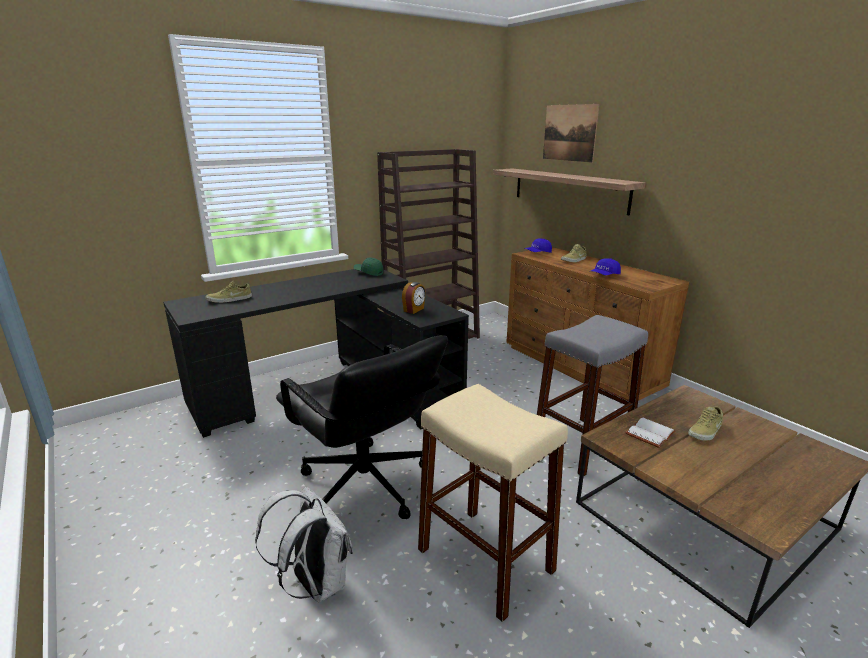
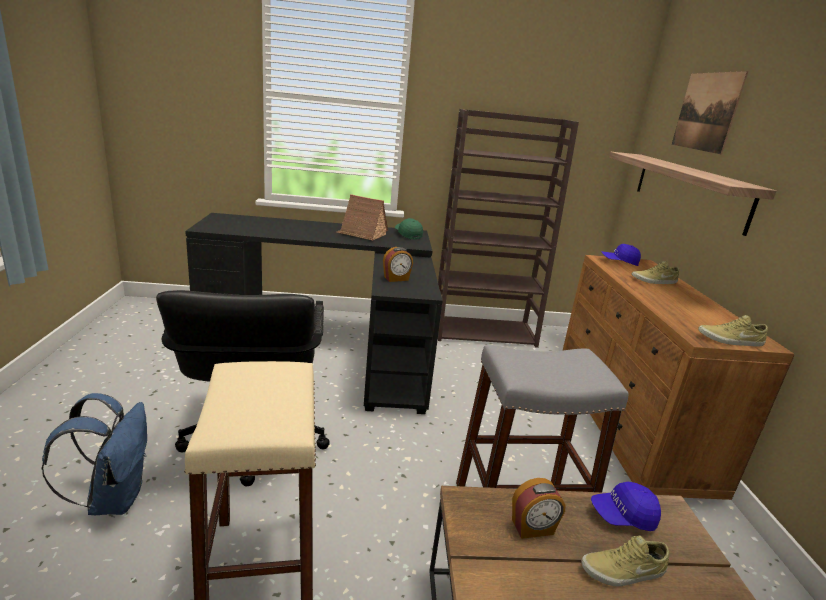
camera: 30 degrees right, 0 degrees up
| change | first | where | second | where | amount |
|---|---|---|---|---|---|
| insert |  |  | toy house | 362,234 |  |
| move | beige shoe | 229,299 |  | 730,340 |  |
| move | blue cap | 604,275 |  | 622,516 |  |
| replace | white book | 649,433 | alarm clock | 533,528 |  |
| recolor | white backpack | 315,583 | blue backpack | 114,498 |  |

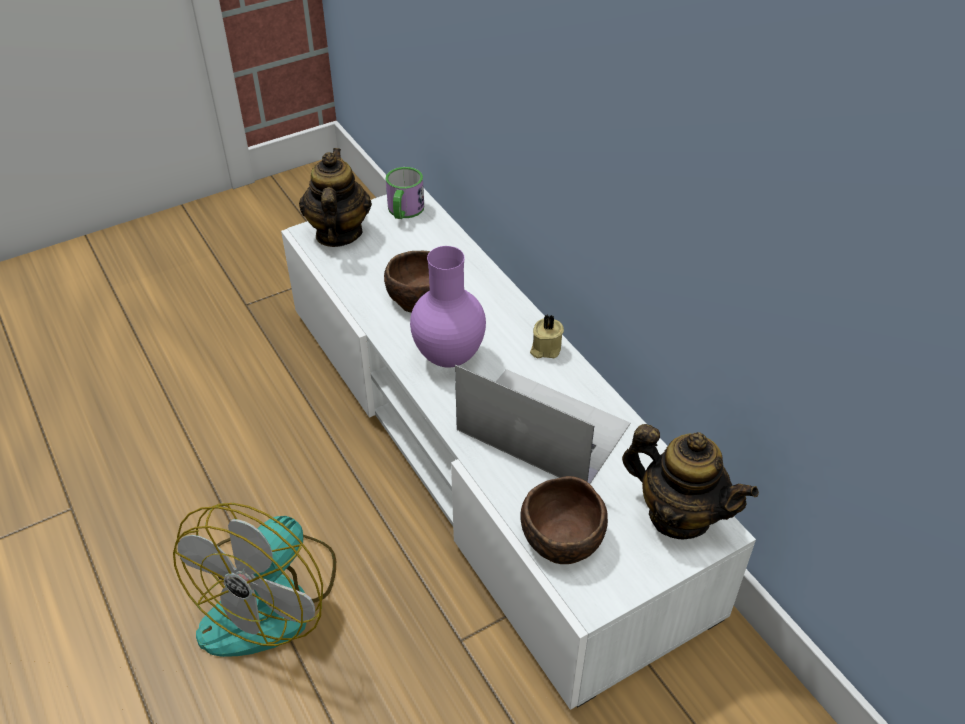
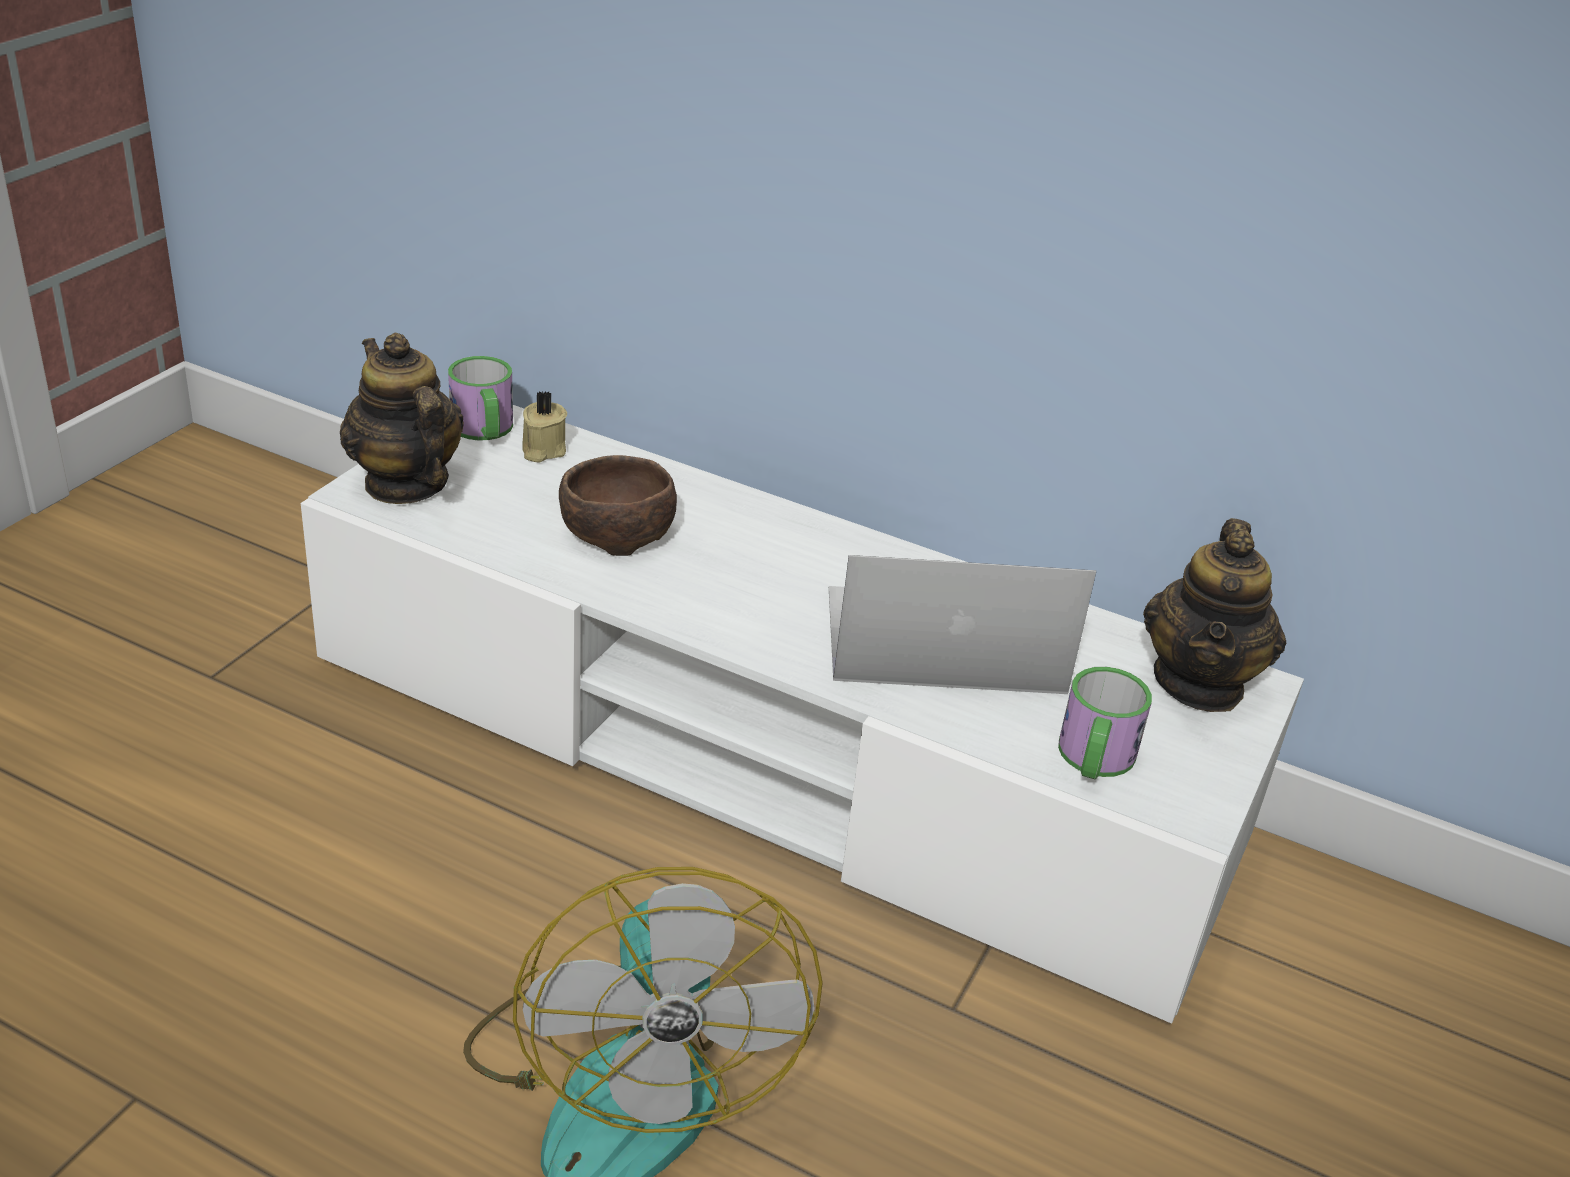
camera: 35 degrees left, 10 degrees down
| change | first | where | second | where | amount |
|---|---|---|---|---|---|
| delete | purple vase | 451,357 |  |  |  |
| move | beige candle | 545,348 |  | 542,450 |  |
| replace | brown bowl | 562,538 | mug | 1094,760 |  |
| rotate | teapot | 678,515 |  | 1199,683 | 105 degrees clockwise |

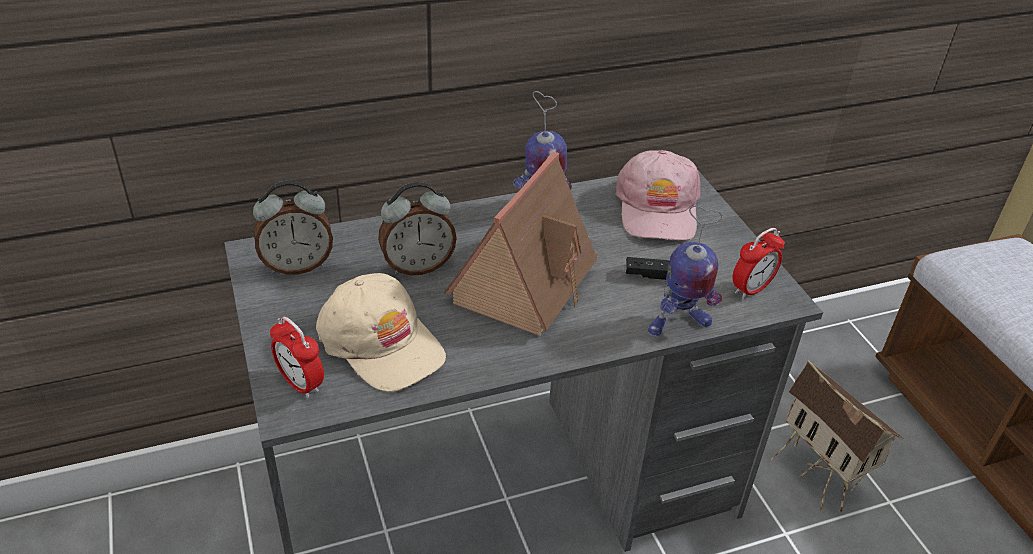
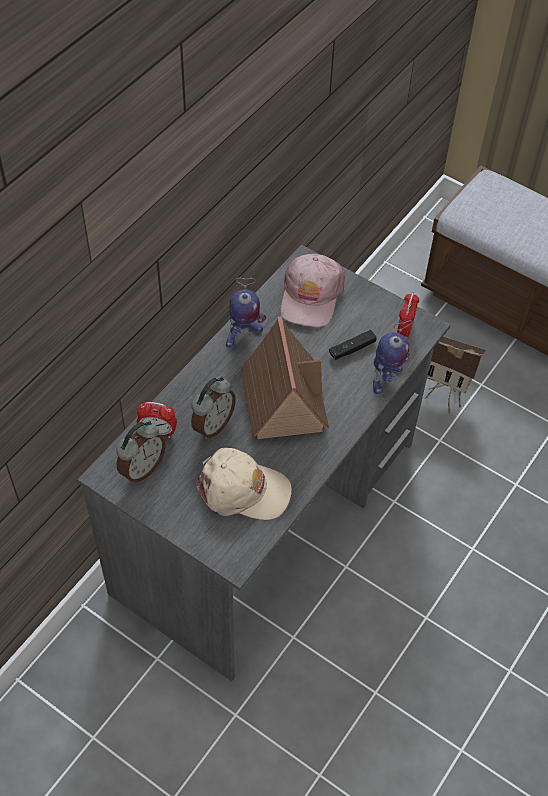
camera: 35 degrees left, 15 degrees up
| change | first | where | second | where | amount |
|---|---|---|---|---|---|
| move | alarm clock | 301,384 |  | 158,432 |  |
| rotate | pink cap | 658,208 |  | 311,296 | 45 degrees clockwise |

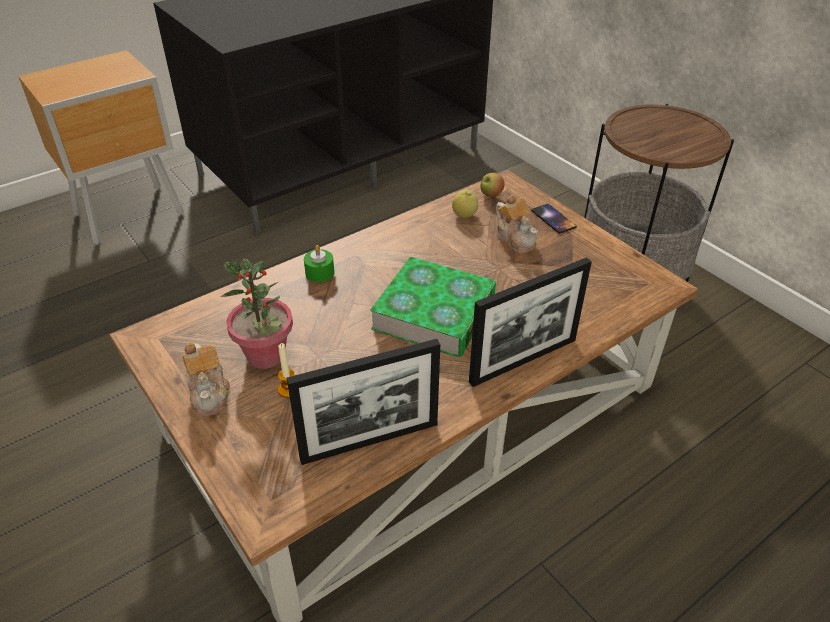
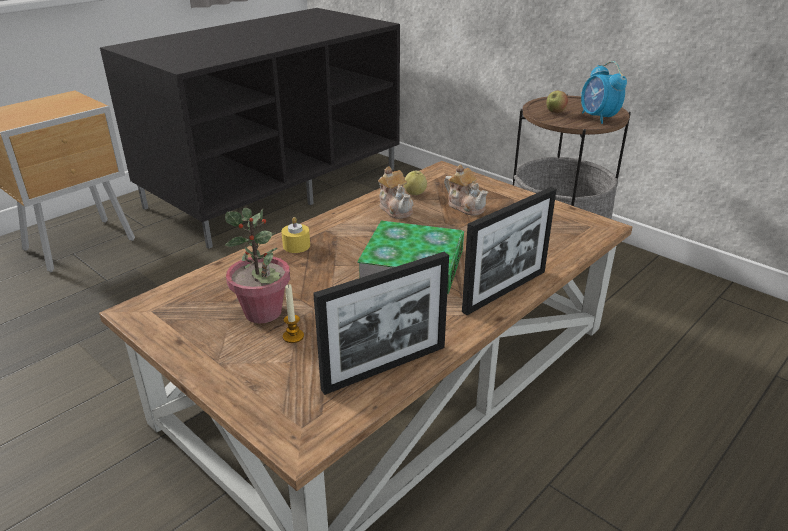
camera: 10 degrees left, 10 degrees down
| change | first | where | second | where | amount |
|---|---|---|---|---|---|
| delete | phone | 553,219 |  |  |  |
| insert |  |  | alarm clock | 598,118 |  |
| move | teapot | 209,393 |  | 396,209 |  |
| move | apple | 491,195 |  | 555,112 |  |
| recolor | green candle | 320,273 | yellow candle | 296,246 |  |

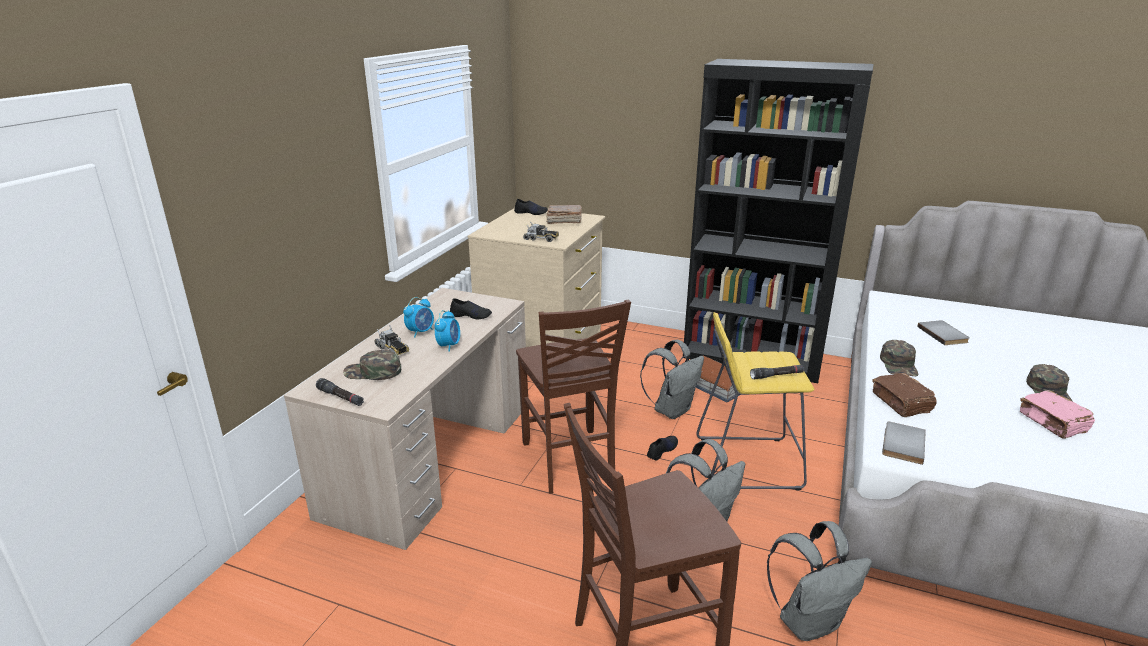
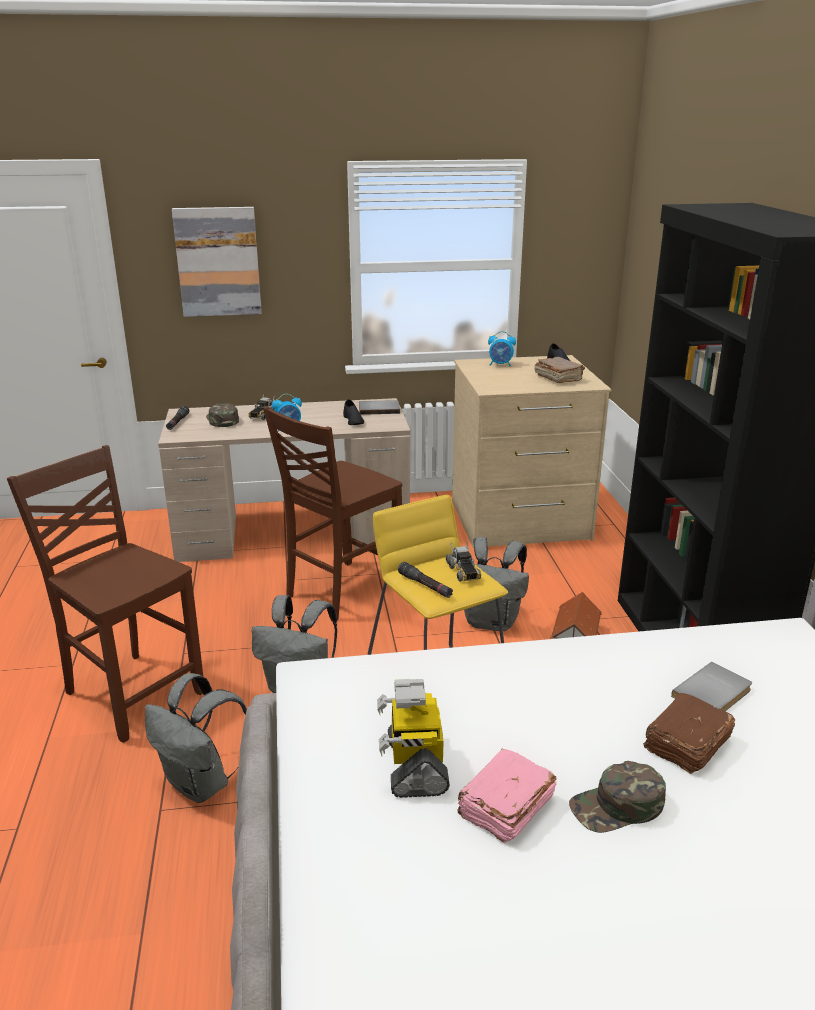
camera: 60 degrees right, 0 degrees up
| change | first | where | second | where | amount |
|---|---|---|---|---|---|
| delete | black shoe | 662,450 |  |  |  |
| delete | green cap | 899,365 |  |  |  |
| insert |  |  | picture | 218,262 |  |
| insert |  |  | toy robot | 414,765 |  |
| move | alarm clock | 421,332 |  | 500,365 |  |
| move | toy truck | 541,239 |  | 463,572 |  |
| move | brown book | 901,403 |  | 685,745 |  |
| move | grey book | 901,444 |  | 379,409 |  |

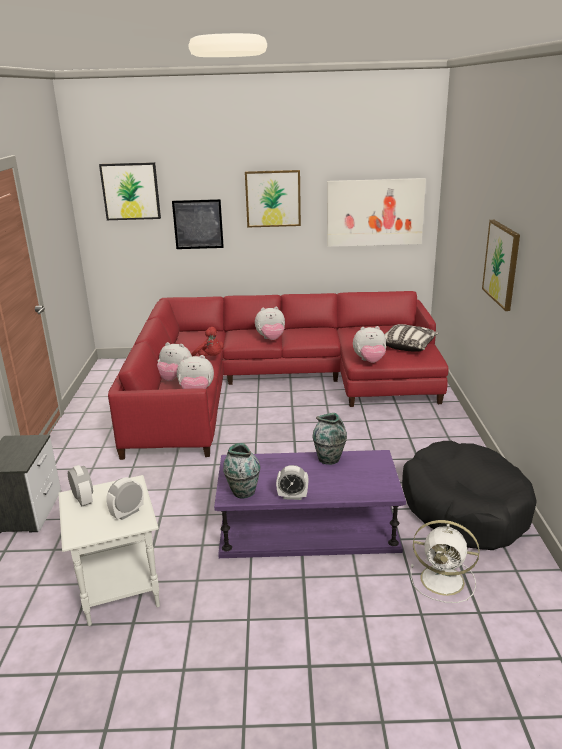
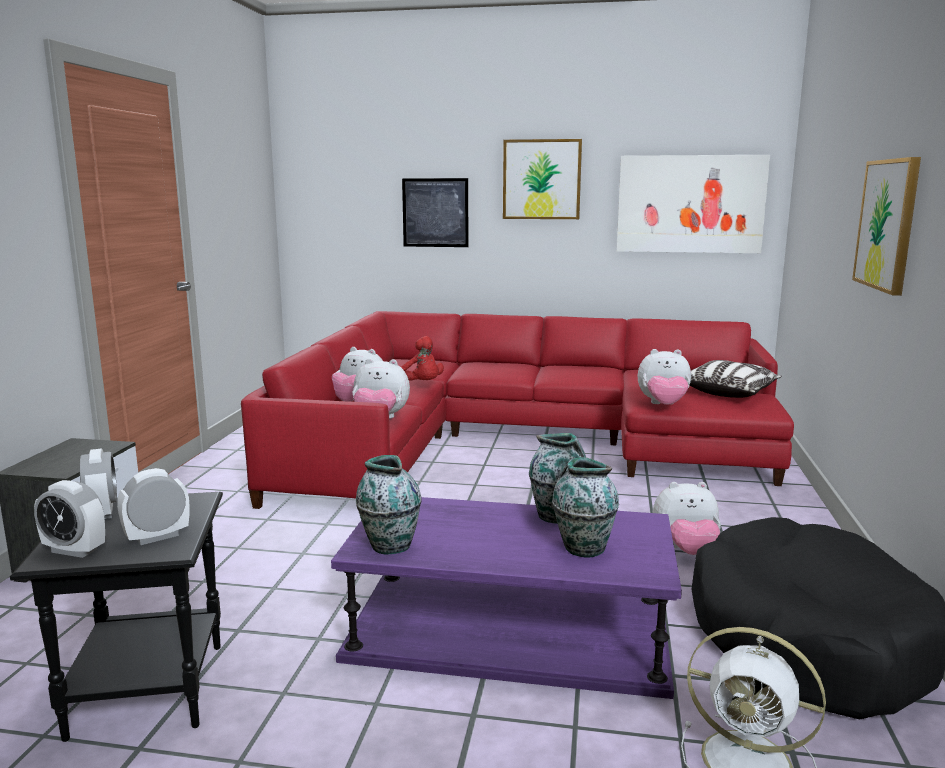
camera: 10 degrees right, 10 degrees down
| change | first | where | second | where | amount |
|---|---|---|---|---|---|
| delete | picture | 130,191 |  |  |  |
| insert |  |  | vase | 583,548 |  |
| move | plush toy | 271,339 |  | 685,550 |  |
| move | alarm clock | 292,496 |  | 74,550 |  |
| recolor | white side table | 119,589 | black side table | 149,688 |  |

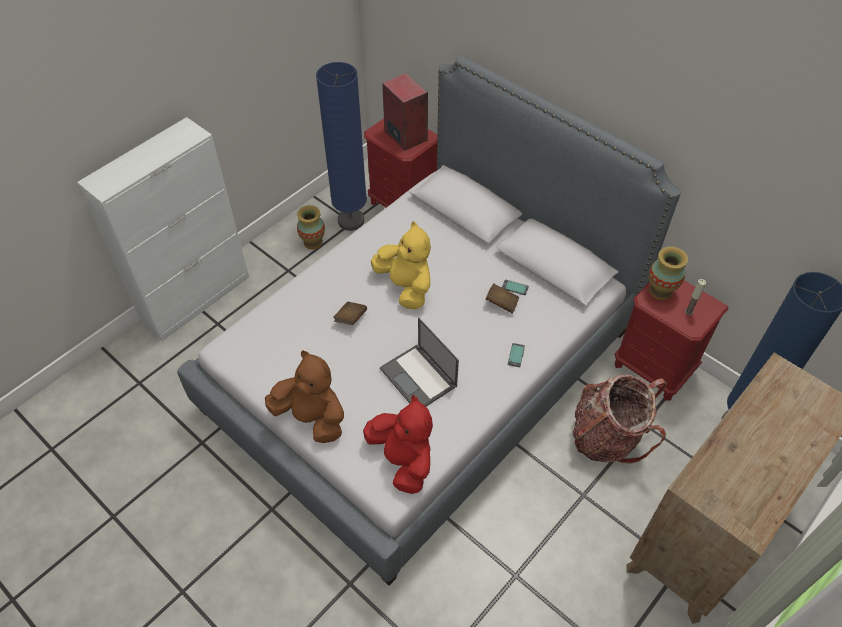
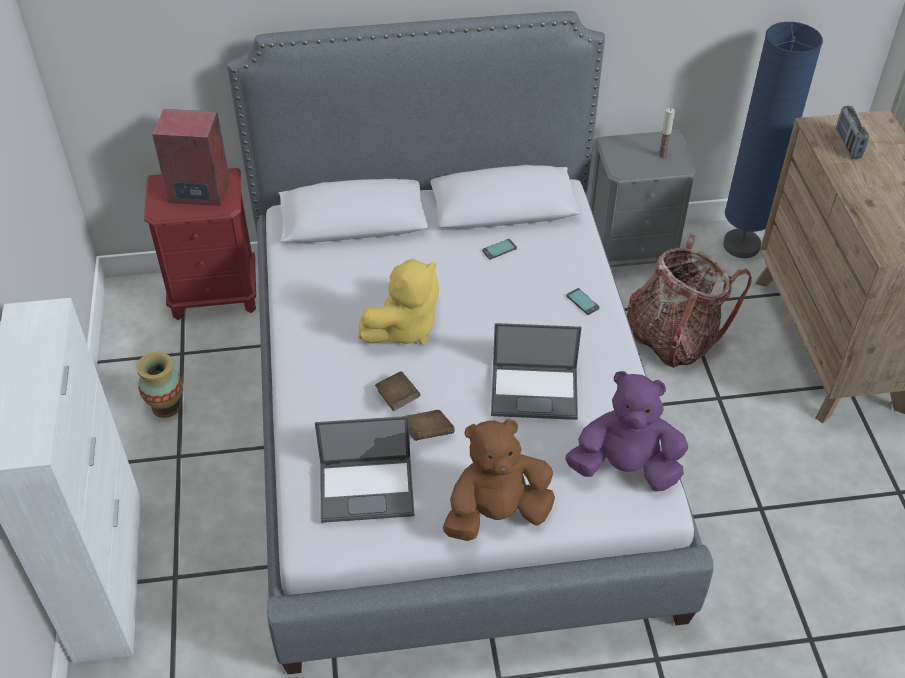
camera: 50 degrees left, 5 degrees down
| change | first | where | second | where | amount |
|---|---|---|---|---|---|
| delete | blue floor lamp | 351,221 |  |  |  |
| delete | vase | 660,291 |  |  |  |
| insert |  |  | laptop | 368,488 |  |
| insert |  |  | radio | 848,144 |  |
| move | brown book | 501,303 |  | 427,433 |  |
| recolor | red plush toy | 403,460 | purple plush toy | 625,468 |  |
| recolor | red nightstand | 653,368 | grey nightstand | 632,255 |  |
| rotate | yellow plush toy | 405,286 |  | 404,328 | 135 degrees clockwise |

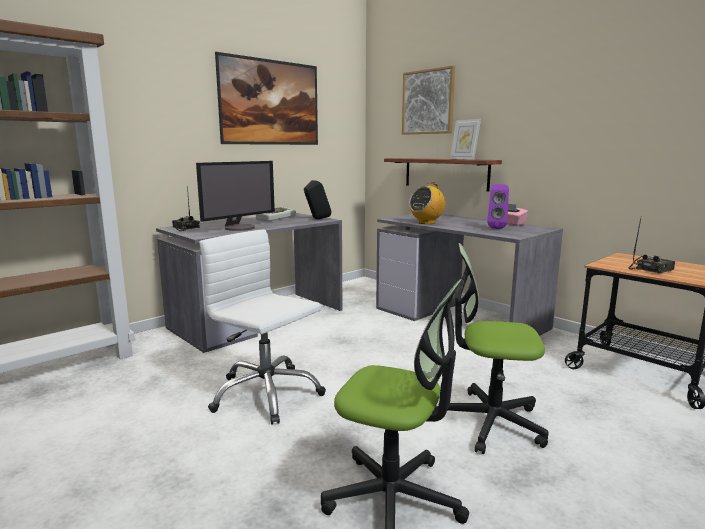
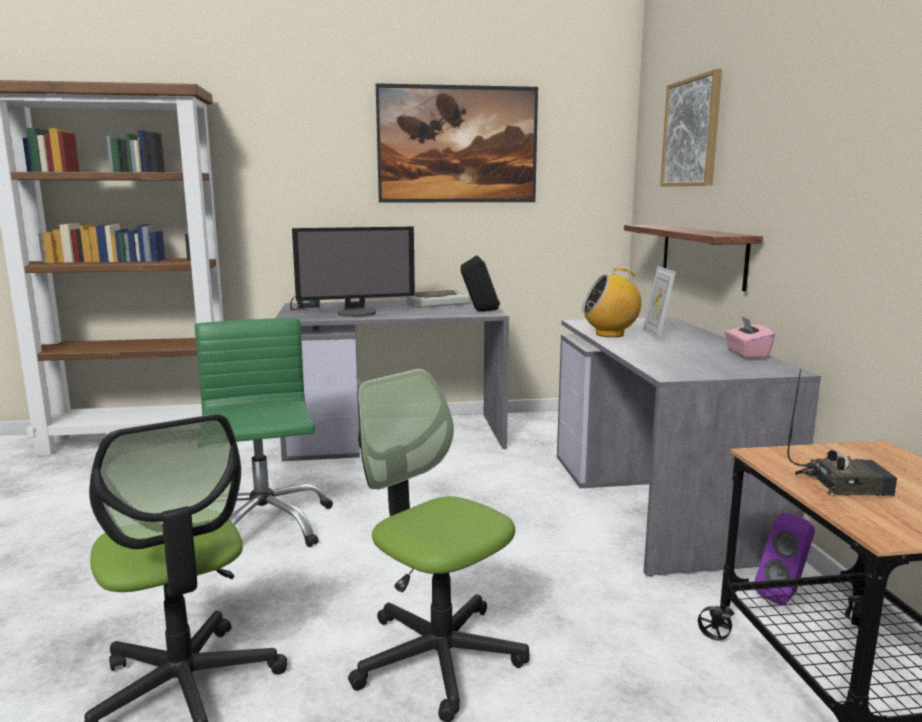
camera: 35 degrees right, 0 degrees up
| change | first | where | second | where | amount |
|---|---|---|---|---|---|
| move | picture frame | 463,159 |  | 656,335 |  |
| move | purple speaker | 497,228 |  | 784,596 |  |
| recolor | white office chair | 266,394 | green office chair | 263,525 |  |

